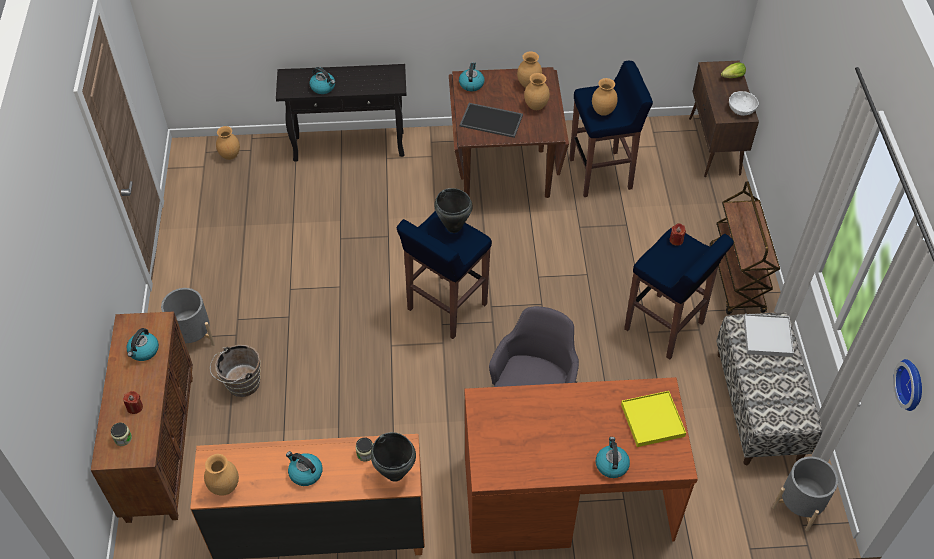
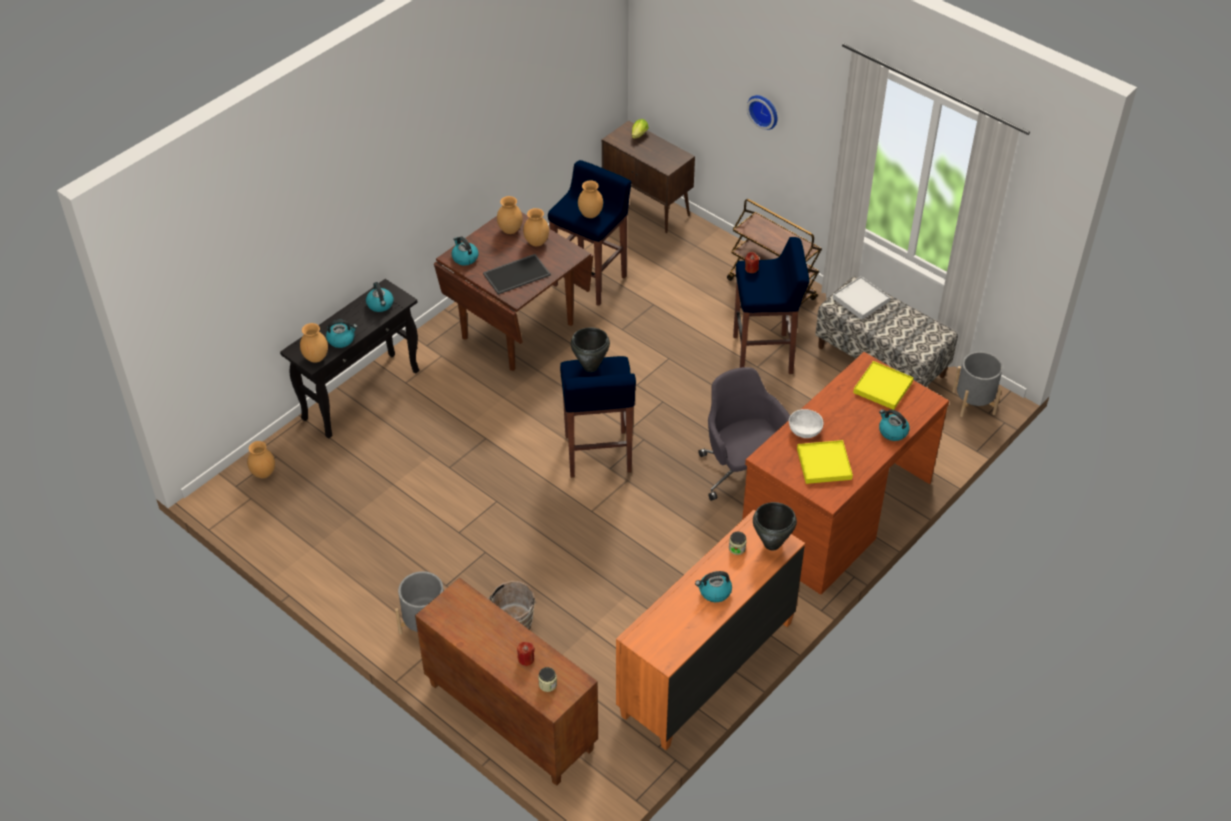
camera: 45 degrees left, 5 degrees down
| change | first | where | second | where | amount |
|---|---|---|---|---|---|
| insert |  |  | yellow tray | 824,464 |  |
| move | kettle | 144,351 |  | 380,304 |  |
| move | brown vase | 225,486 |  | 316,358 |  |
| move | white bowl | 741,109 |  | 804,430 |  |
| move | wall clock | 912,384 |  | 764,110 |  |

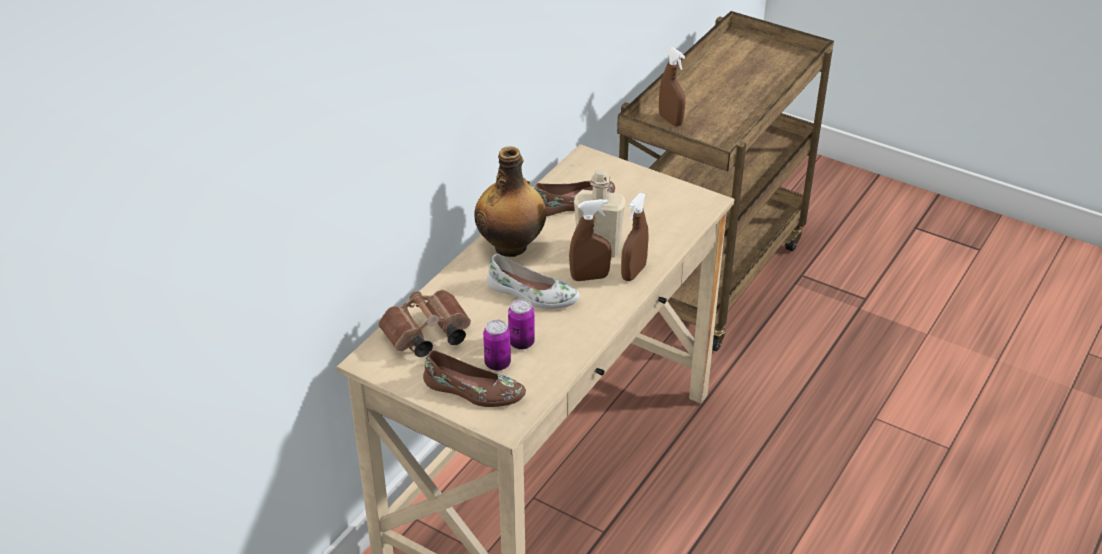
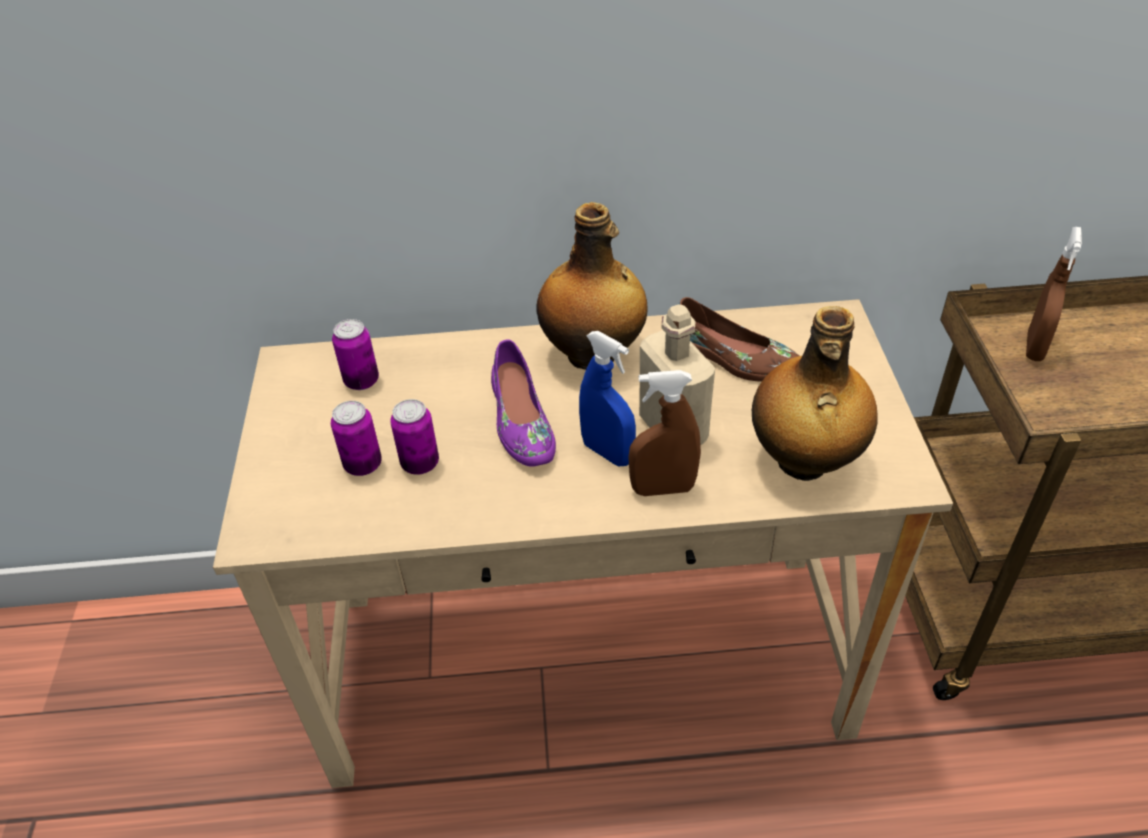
camera: 55 degrees right, 5 degrees up
| change | first | where | second | where | amount |
|---|---|---|---|---|---|
| delete | brown shoe | 474,391 |  |  |  |
| insert |  |  | bottle | 803,462 |  |
| replace | brown binoculars | 425,337 | can | 361,381 |  |
| recolor | white shoe | 532,294 | purple shoe | 520,422 |  |
| recolor | brown spray bottle | 589,277 | blue spray bottle | 607,453 |  |

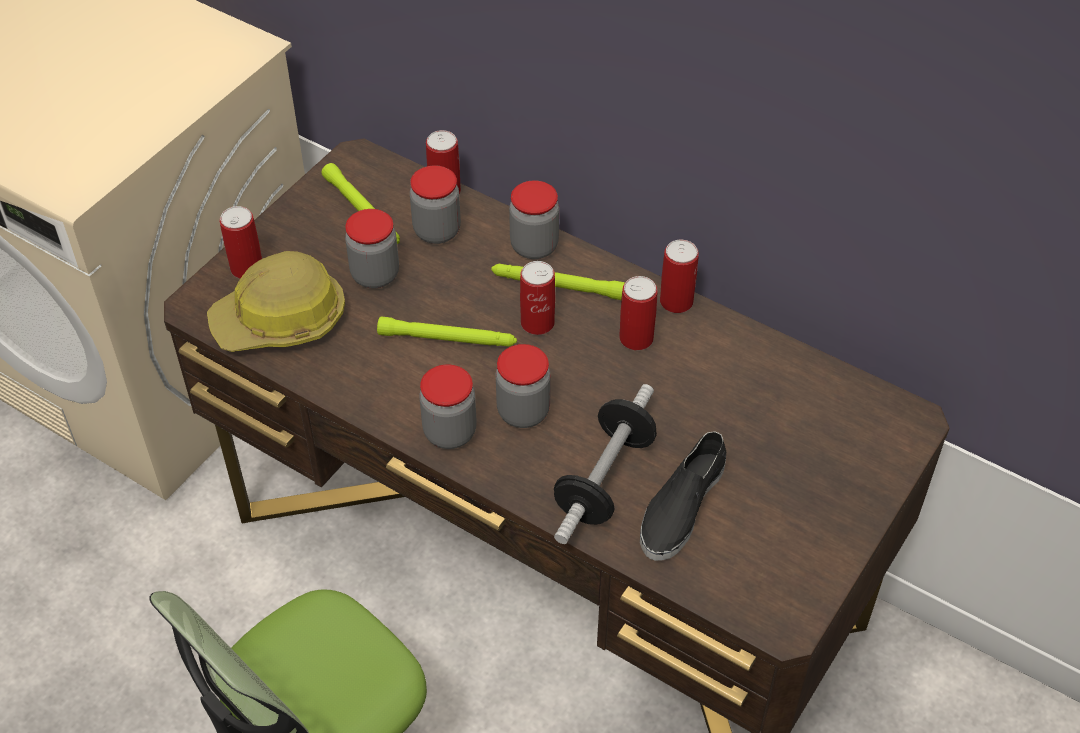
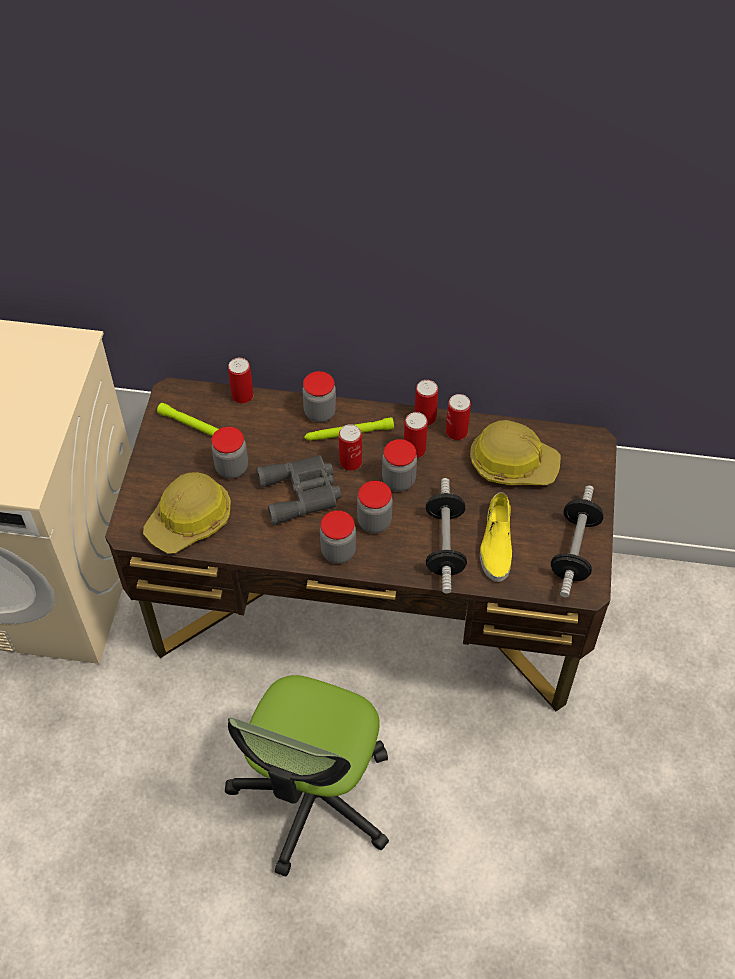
camera: 25 degrees left, 5 degrees up
| change | first | where | second | where | amount |
|---|---|---|---|---|---|
| insert |  |  | hard hat | 512,463 |  |
| insert |  |  | dumbbell | 574,550 |  |
| move | can | 247,268 |  | 456,432 |  |
| move | jar | 437,231 |  | 398,480 |  |
| replace | green flashlight | 448,339 | grey binoculars | 302,493 |  |
| recolor | black shoe | 681,506 | yellow shoe | 496,543 |  |

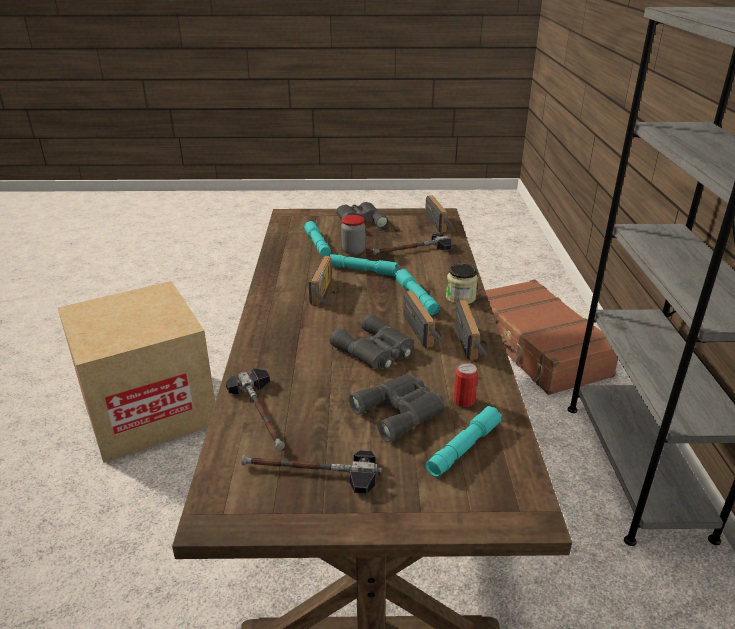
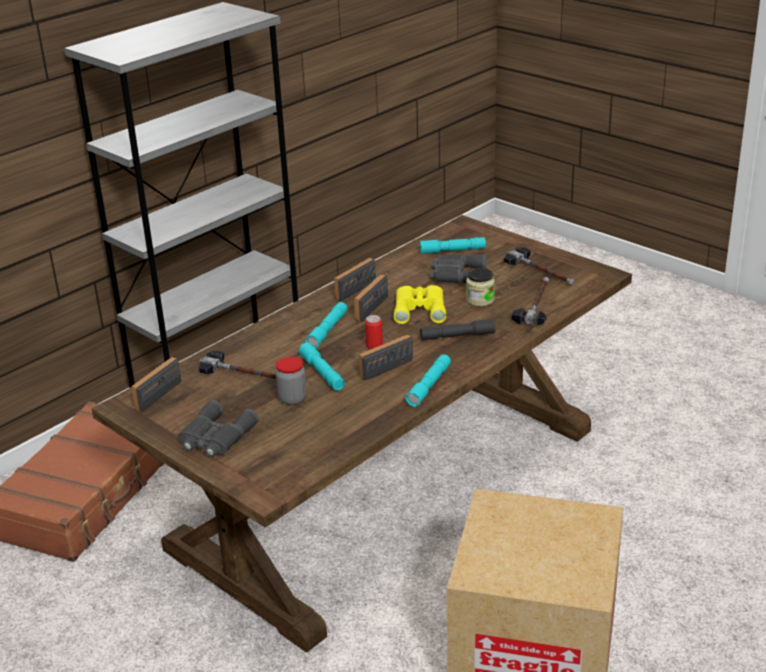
camera: 135 degrees left, 0 degrees up
| change | first | where | second | where | amount |
|---|---|---|---|---|---|
| insert |  |  | grey flashlight | 457,336 |  |
| move | turquoise flashlight | 317,245 |  | 429,386 |  |
| move | jar | 460,297 |  | 480,300 |  |
| move | can | 463,401 |  | 374,346 |  |
| recolor | grey binoculars | 375,351 | yellow binoculars | 420,308 |  |

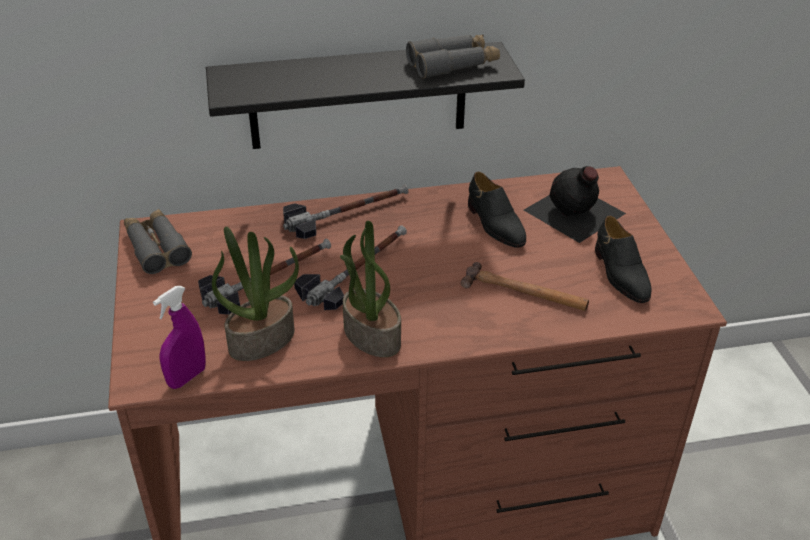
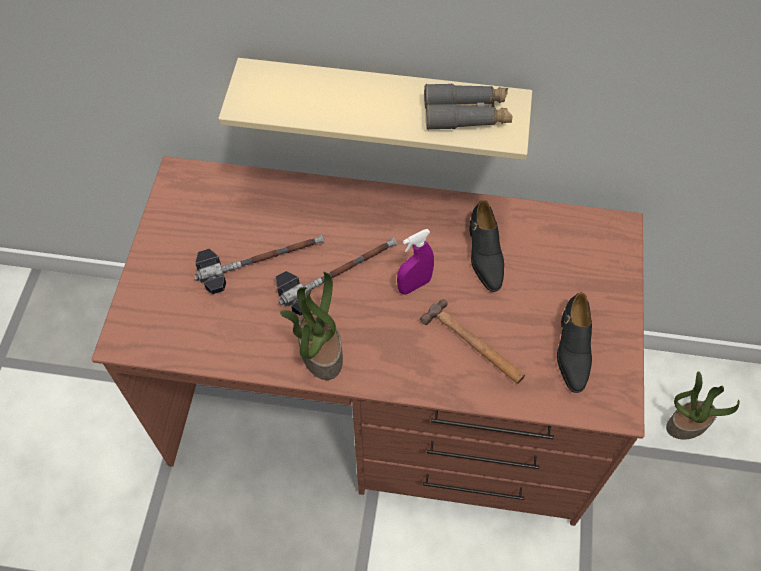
camera: 20 degrees right, 20 degrees up
| change | first | where | second | where | amount |
|---|---|---|---|---|---|
| delete | grey binoculars | 156,248 |  |  |  |
| delete | hammer | 346,212 |  |  |  |
| delete | black bottle | 574,212 |  |  |  |
| move | purple spray bottle | 187,377 |  | 414,285 |  |
| move | potted plant | 262,339 |  | 687,423 |  |
| recolor | black shelf | 358,96 | beige shelf | 383,106 |  |

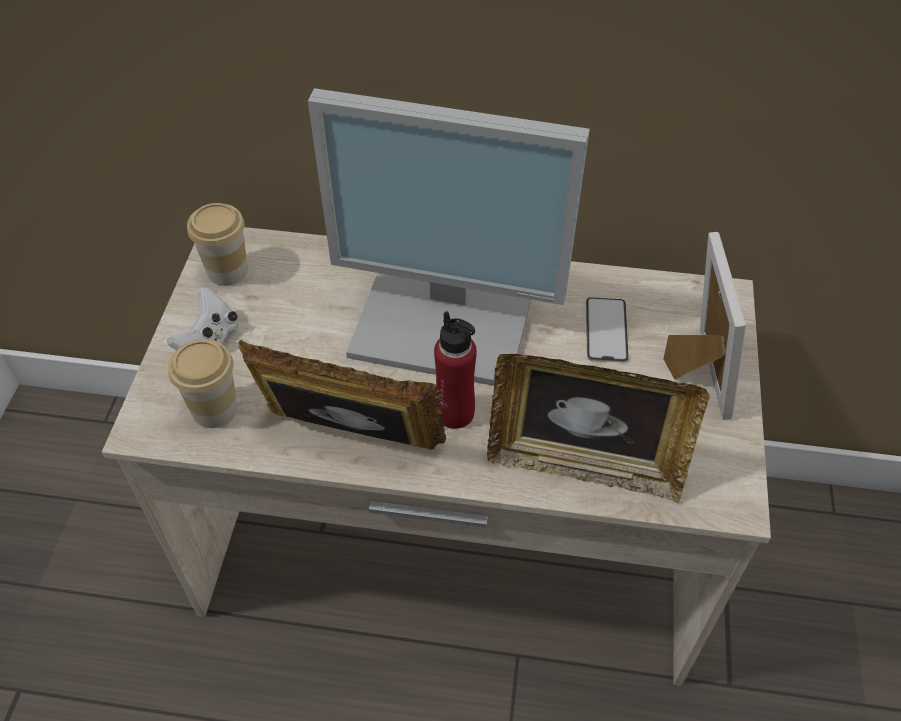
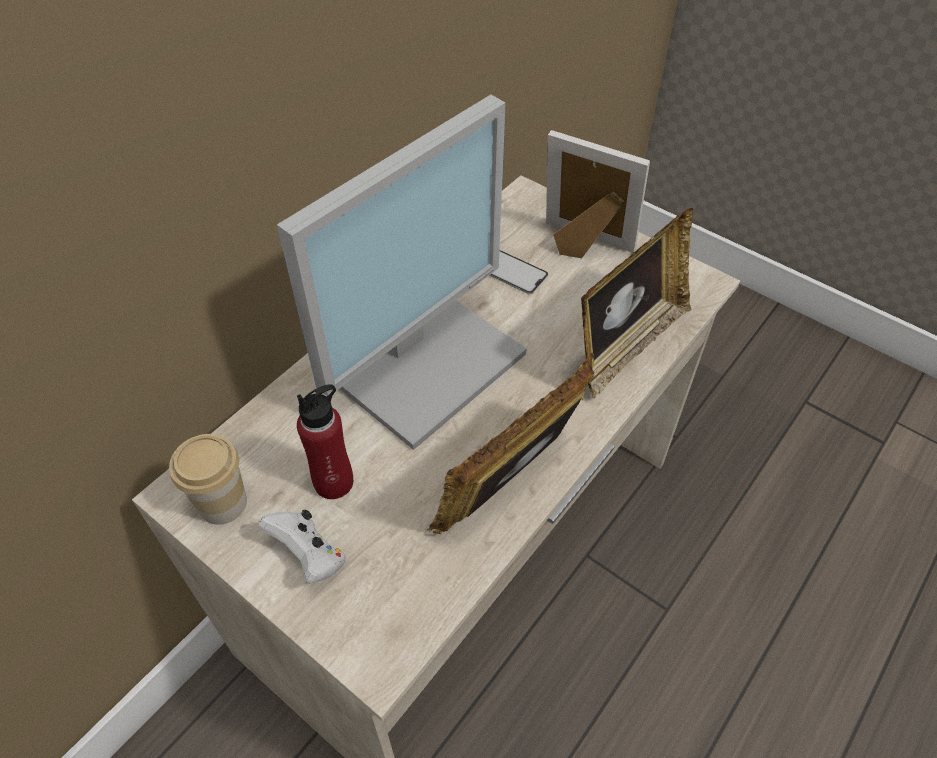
camera: 60 degrees left, 0 degrees up
| change | first | where | second | where | amount |
|---|---|---|---|---|---|
| delete | cup | 215,409 |  |  |  |
| move | red bottle | 455,413 |  | 334,482 |  |

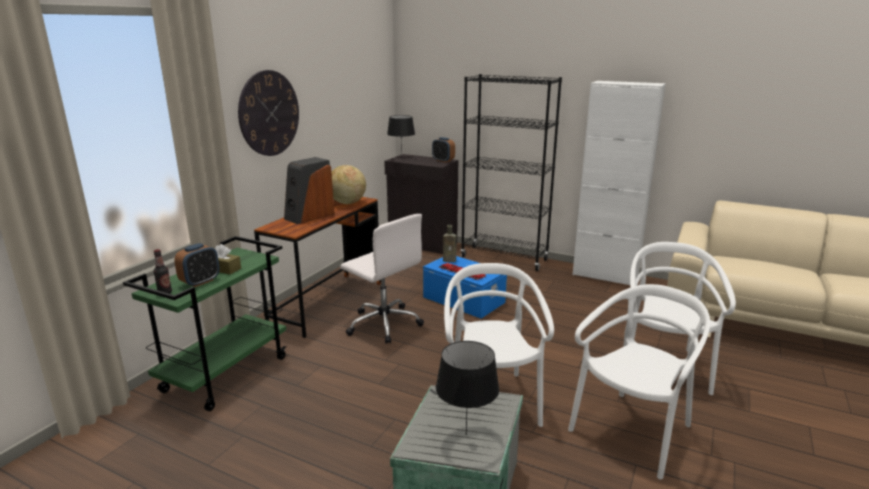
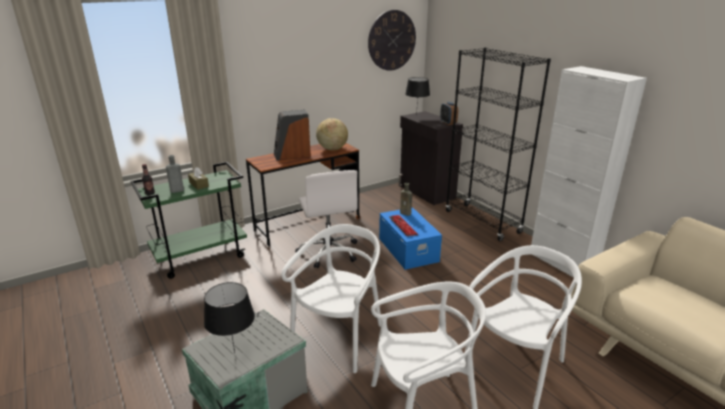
camera: 30 degrees right, 5 degrees up
| change | first | where | second | where | amount |
|---|---|---|---|---|---|
| move | wall clock | 269,113 |  | 392,40 |  |
| replace | alarm clock | 200,282 | grey bottle | 176,190 |  |

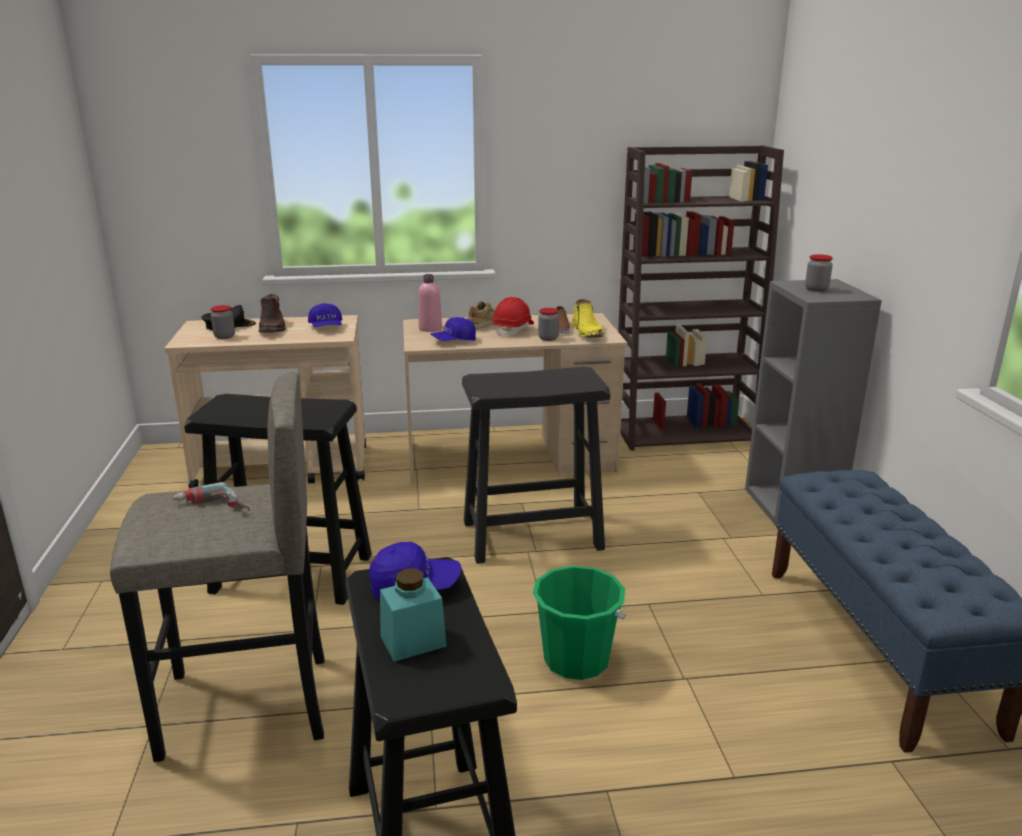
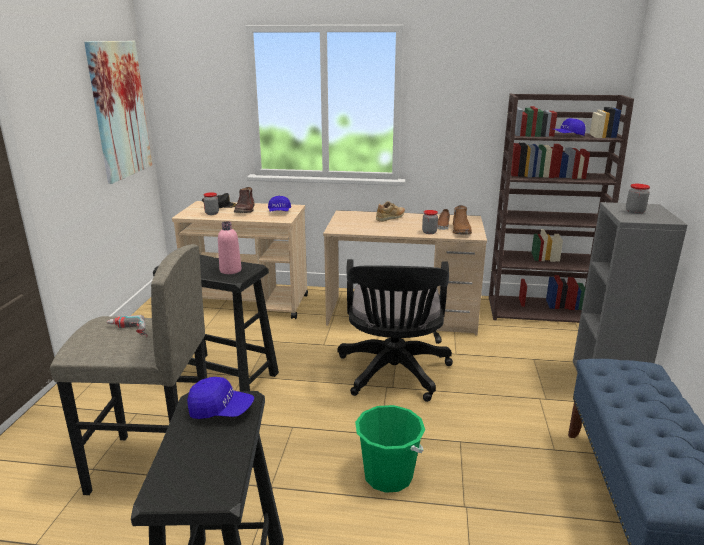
camera: 15 degrees right, 0 degrees up
| change | first | where | second | where | amount |
|---|---|---|---|---|---|
| delete | turquoise jar | 413,641 |  |  |  |
| delete | red hard hat | 513,330 |  |  |  |
| insert |  |  | picture | 119,110 |  |
| move | pink bottle | 430,328 |  | 230,270 |  |
| move | blue cap | 453,341 |  | 567,135 |  |
| replace | black stool | 531,535 | black office chair | 393,374 |  |
| recolor | yellow boot | 588,333 | brown boot | 461,230 |  |

